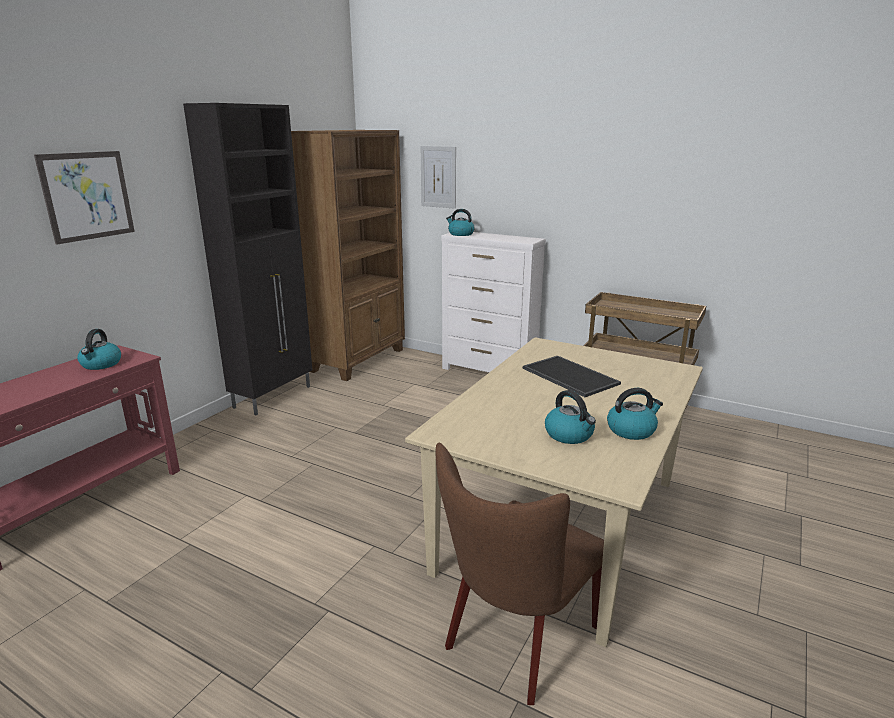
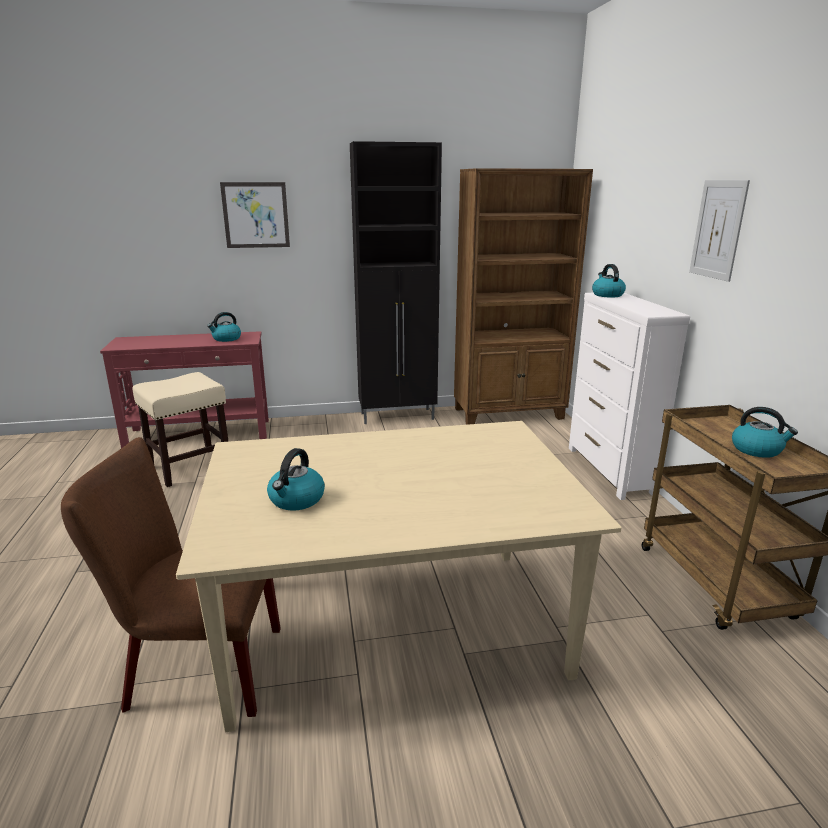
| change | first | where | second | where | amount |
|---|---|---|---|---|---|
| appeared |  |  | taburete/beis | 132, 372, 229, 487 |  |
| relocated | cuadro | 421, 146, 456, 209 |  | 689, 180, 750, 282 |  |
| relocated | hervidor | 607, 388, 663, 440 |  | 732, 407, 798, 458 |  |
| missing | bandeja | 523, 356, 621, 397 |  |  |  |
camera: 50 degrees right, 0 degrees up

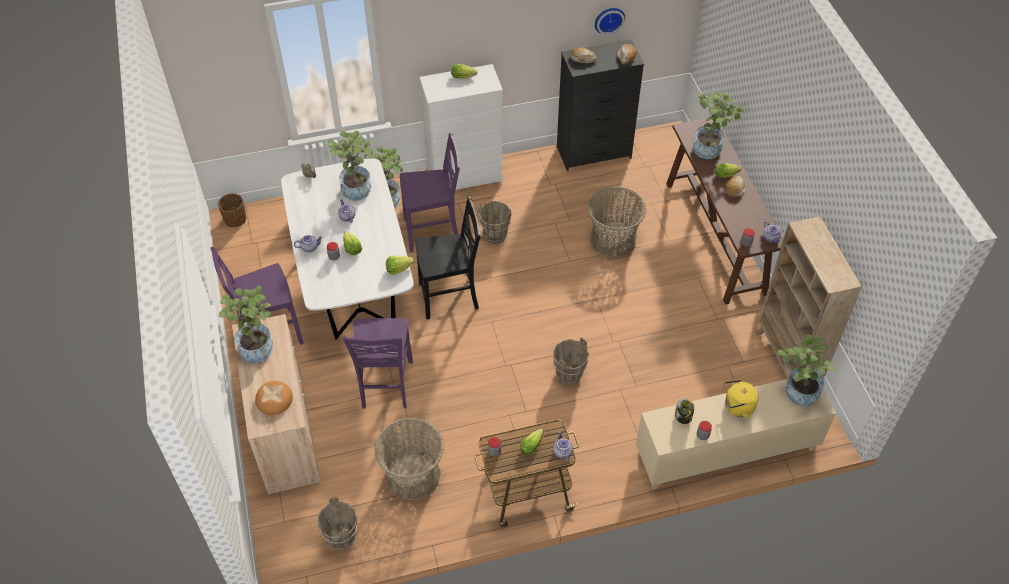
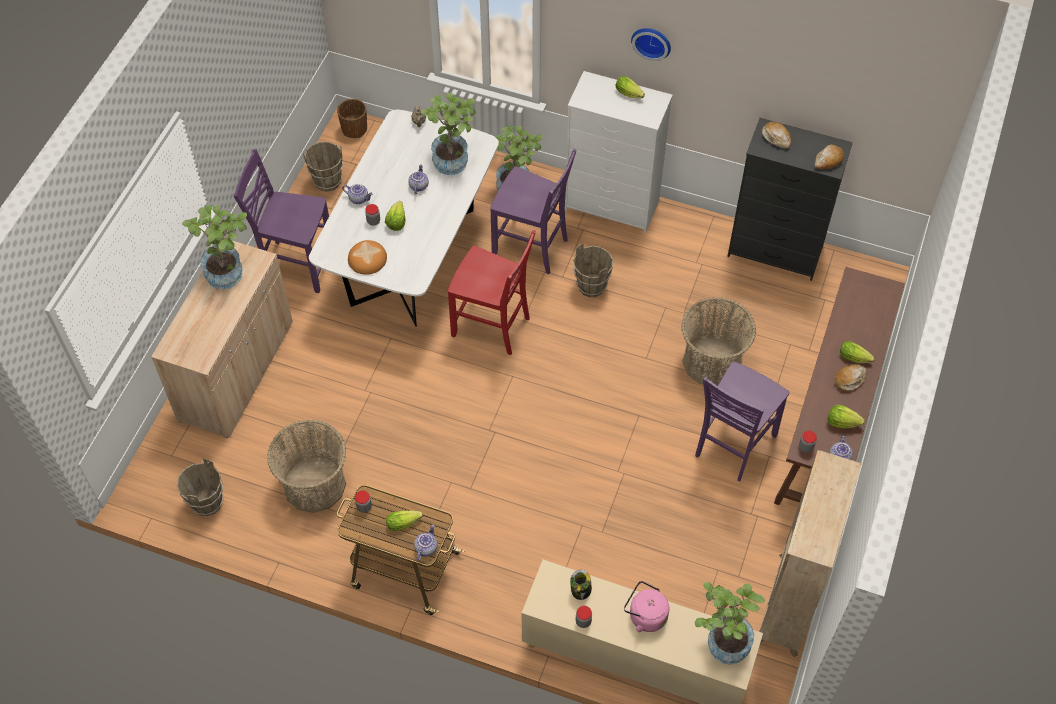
| change | first | where | second | where | amount |
|---|---|---|---|---|---|
| relocated | cubo/marrón | 553, 338, 589, 385 |  | 303, 142, 343, 192 |  |
| relocated | pan | 255, 381, 293, 415 |  | 348, 240, 387, 275 |  |
| colour | silla/negro | 416, 197, 481, 319 | silla/rojo | 448, 230, 536, 355 |  |
| colour | hervidor/amarillo | 724, 380, 758, 418 | hervidor/rosa | 624, 581, 669, 632 |  |
| relocated | reloj de pared | 595, 8, 625, 35 |  | 631, 28, 671, 61 |  |
| relocated | silla/morado | 343, 318, 413, 409 |  | 695, 361, 790, 481 |  |
| relocated | lechuga | 386, 256, 414, 275 |  | 828, 404, 865, 428 |  |
| missing | planta en maceta | 693, 92, 745, 159 |  |  |  |
camera: 35 degrees right, 5 degrees up

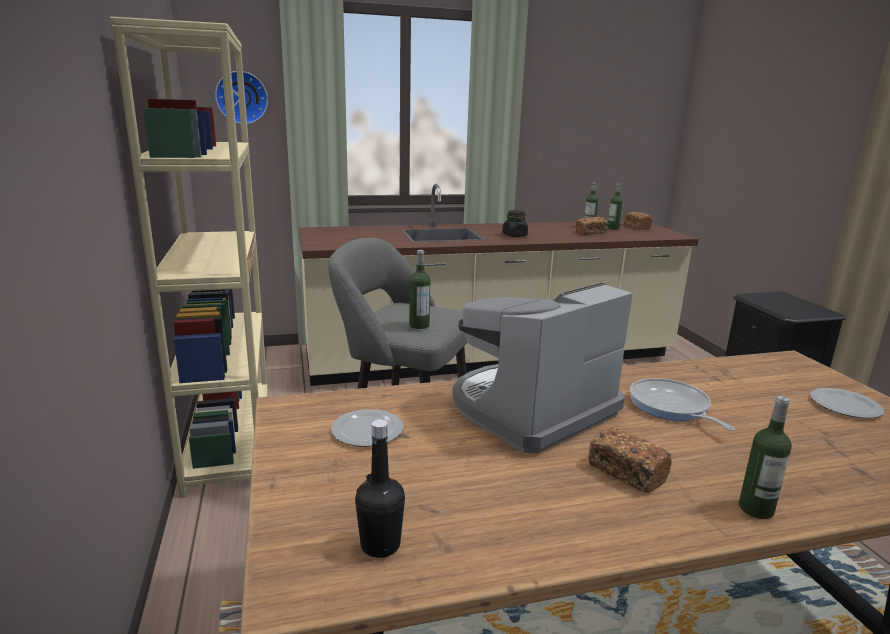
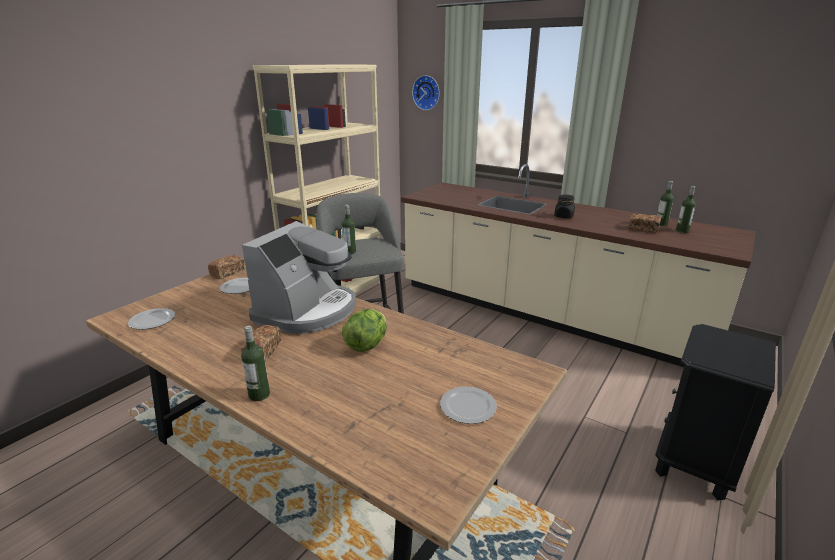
| change | first | where | second | where | amount |
|---|---|---|---|---|---|
| exchanged | botella/negro | 355, 419, 405, 558 | plato | 128, 308, 175, 330 |  |
| relocated | pan | 624, 212, 652, 229 |  | 208, 255, 245, 279 |  |
| spun | cafetera | 452, 282, 633, 454 |  | 242, 221, 356, 334 | 105 degrees clockwise |
| exchanged | sartén | 630, 378, 735, 431 | lechuga | 342, 309, 387, 352 |  |
camera: 50 degrees right, 5 degrees up

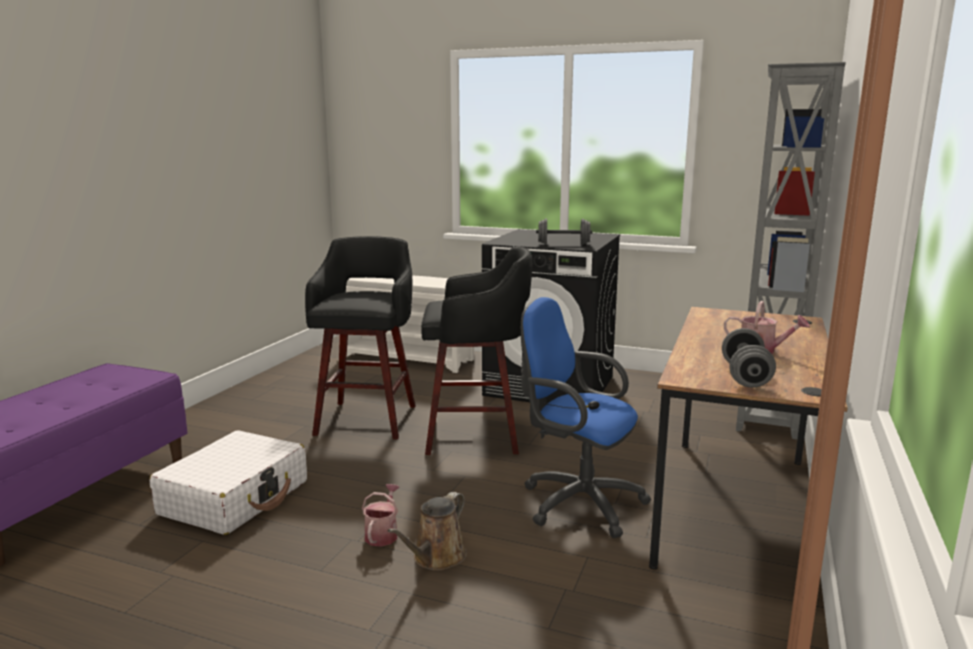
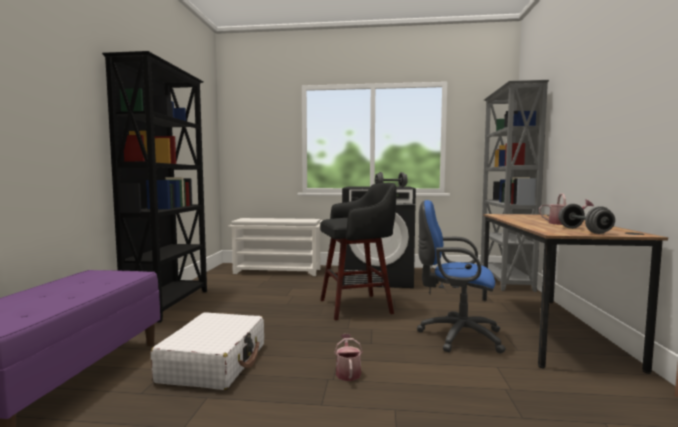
| change | first | where | second | where | amount |
|---|---|---|---|---|---|
| appeared |  |  | estantería/negro | 102, 51, 207, 323 |  |
| missing | taburete/negro | 305, 236, 416, 439 |  |  |  |
| missing | regadera/marrón | 388, 492, 467, 571 |  |  |  |
camera: 15 degrees left, 10 degrees down

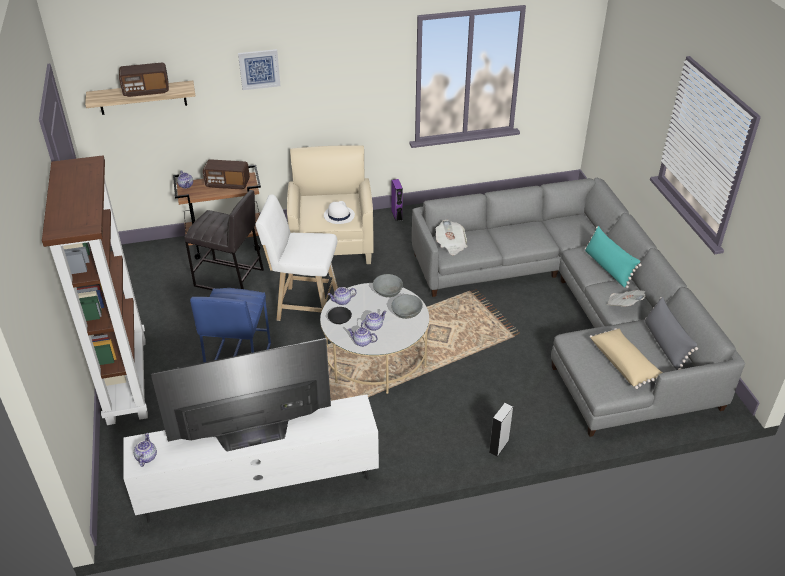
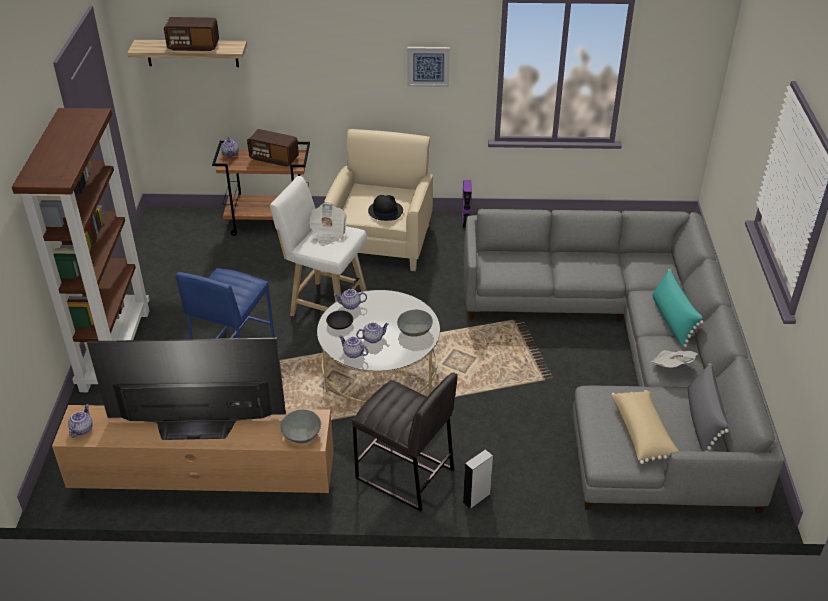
| change | first | where | second | where | amount |
|---|---|---|---|---|---|
| colour | mueble de televisión/blanco | 124, 394, 379, 523 | mueble de televisión/marrón | 52, 405, 334, 504 |  |
| relocated | cuenco/gris | 373, 274, 403, 297 |  | 280, 410, 321, 443 |  |
| relocated | periódico | 436, 220, 468, 256 |  | 309, 203, 347, 246 |  |
| relocated | taburete/gris | 184, 190, 264, 290 |  | 352, 372, 458, 511 |  |
| colour | sombrero/blanco | 324, 201, 355, 224 | sombrero/negro | 368, 195, 403, 221 |  |
| relocated | cuadro | 238, 49, 280, 90 |  | 407, 47, 450, 87 |  |
camera: 15 degrees right, 0 degrees up

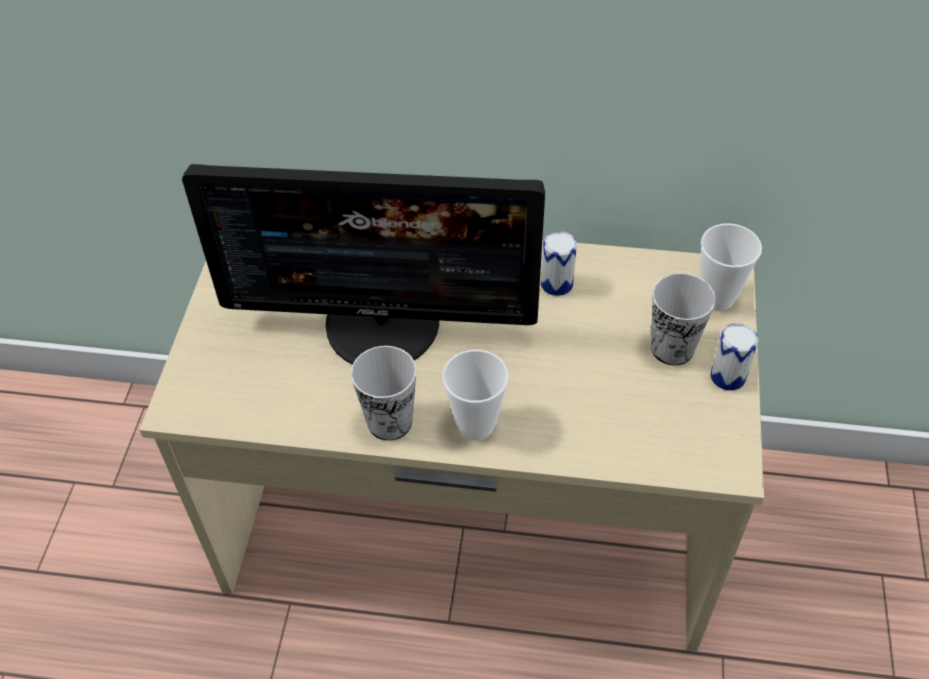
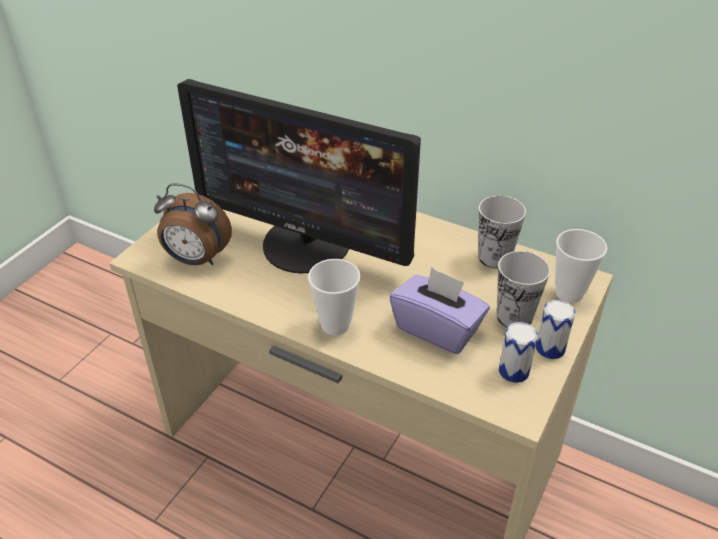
| change | first | where | second | where | amount |
|---|---|---|---|---|---|
| appeared |  |  | despertador | 154, 183, 232, 265 |  |
| appeared |  |  | caja de pañuelos/morado | 390, 267, 490, 354 |  |
| relocated | taza | 351, 346, 416, 441 |  | 478, 196, 526, 269 |  |
| relocated | lata | 541, 231, 577, 296 |  | 499, 322, 538, 383 |  |
camera: 20 degrees right, 10 degrees down

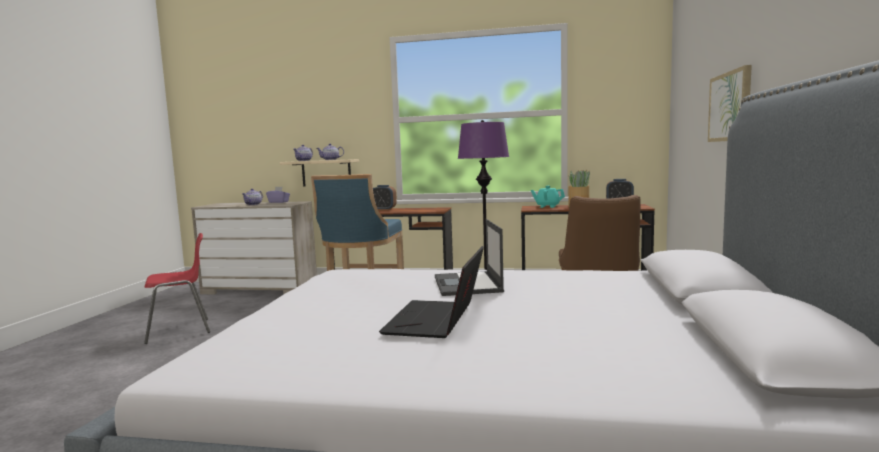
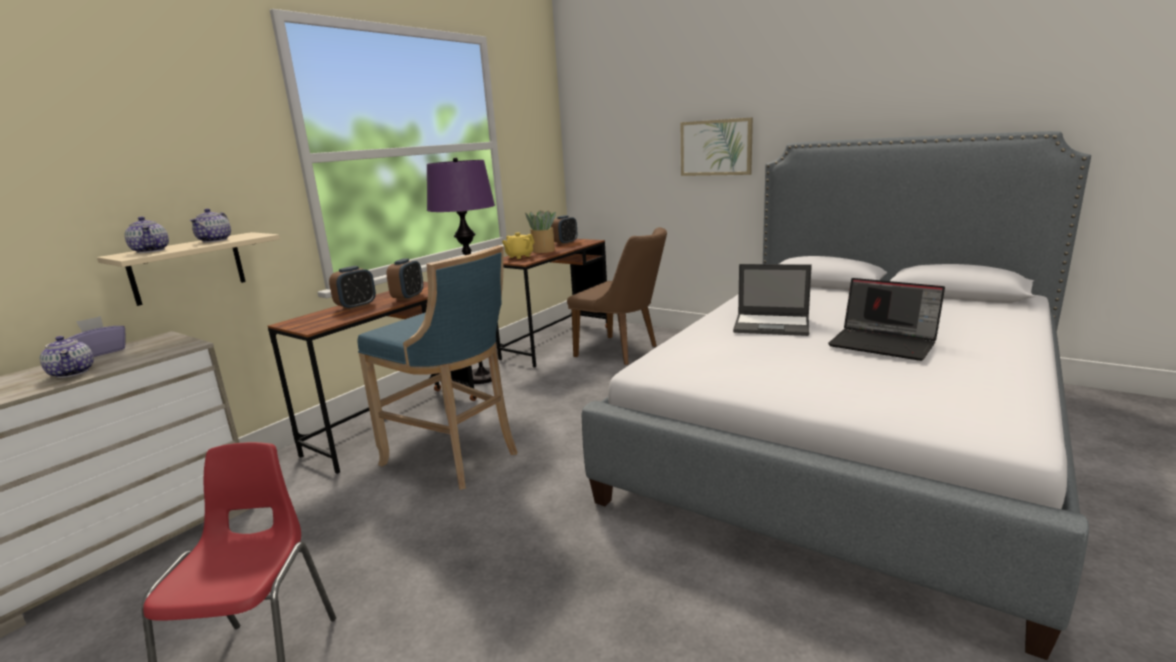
| change | first | where | second | where | amount |
|---|---|---|---|---|---|
| appeared |  |  | despertador | 387, 258, 423, 300 |  |
| colour | tetera/turquesa | 531, 186, 565, 208 | tetera/amarillo | 502, 233, 535, 259 |  |
camera: 65 degrees left, 10 degrees up

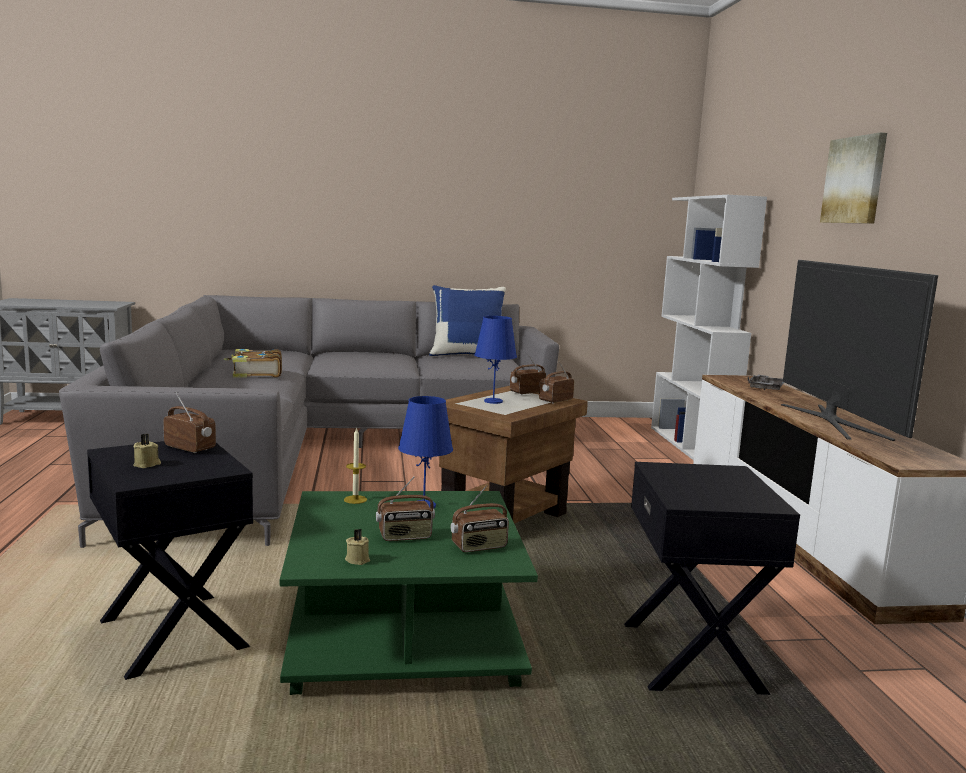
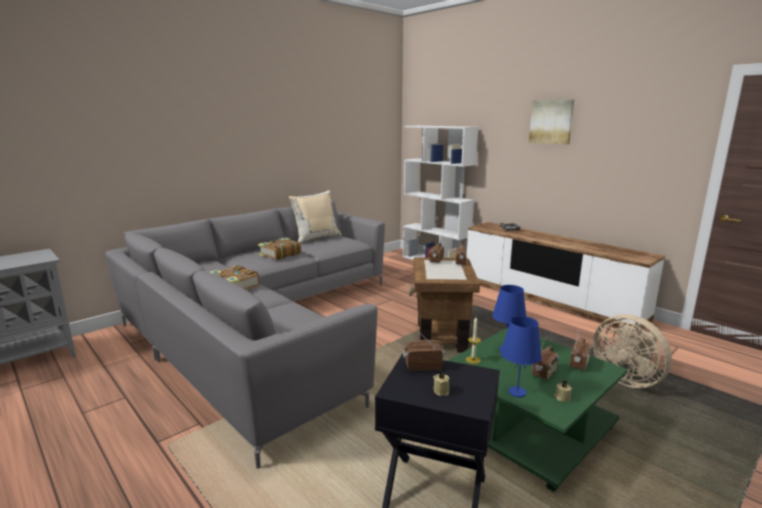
| change | first | where | second | where | amount |
|---|---|---|---|---|---|
| appeared |  |  | libro | 258, 238, 301, 260 |  |
| colour | cojín/azul | 429, 285, 506, 356 | cojín/beis | 288, 191, 342, 243 |  |
| relocated | lámpara de mesa/azul | 474, 316, 517, 404 |  | 501, 316, 542, 397 |  |
| exchanged | mesa auxiliar/negro | 624, 462, 800, 695 | ventilador/beis | 593, 314, 672, 388 |  |
| missing | televisor | 781, 260, 938, 441 |  |  |  |
camera: 35 degrees left, 5 degrees up

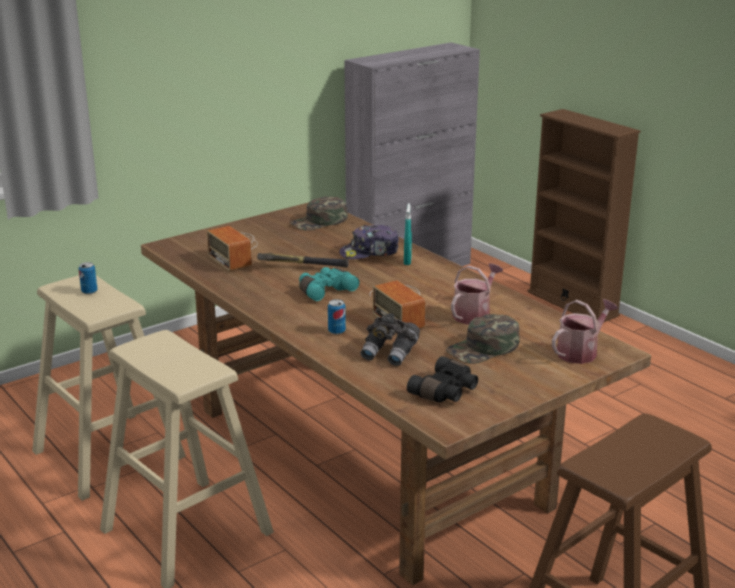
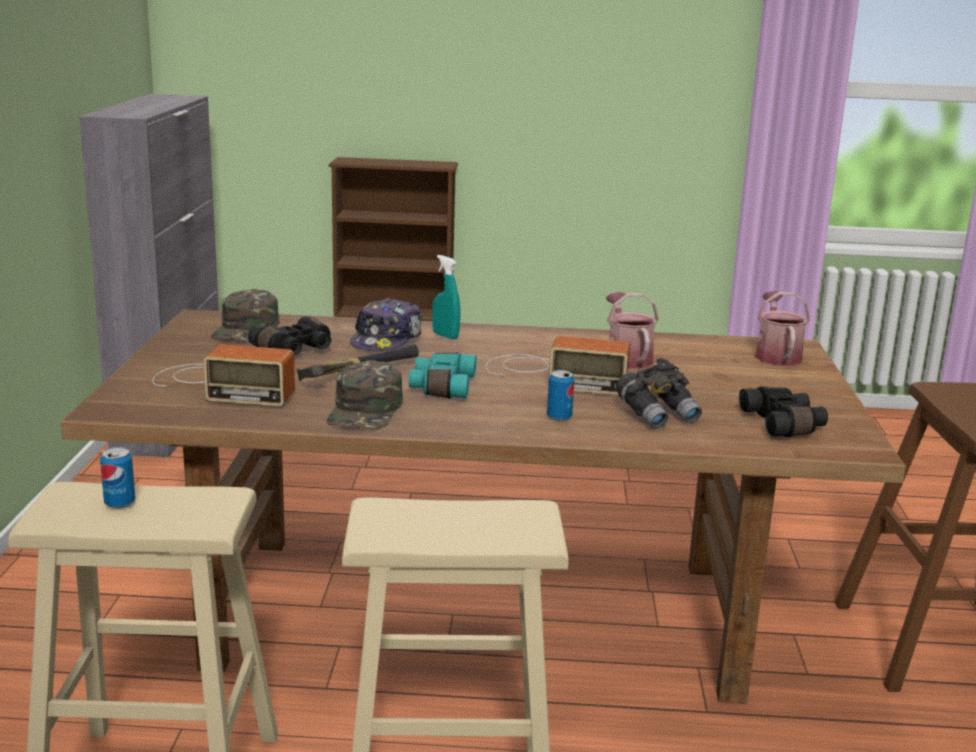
| change | first | where | second | where | amount |
|---|---|---|---|---|---|
| appeared |  |  | prismáticos/negro | 248, 316, 331, 355 |  |
| relocated | gorra/verde | 446, 314, 520, 364 |  | 327, 360, 403, 429 |  |
camera: 50 degrees left, 5 degrees down

